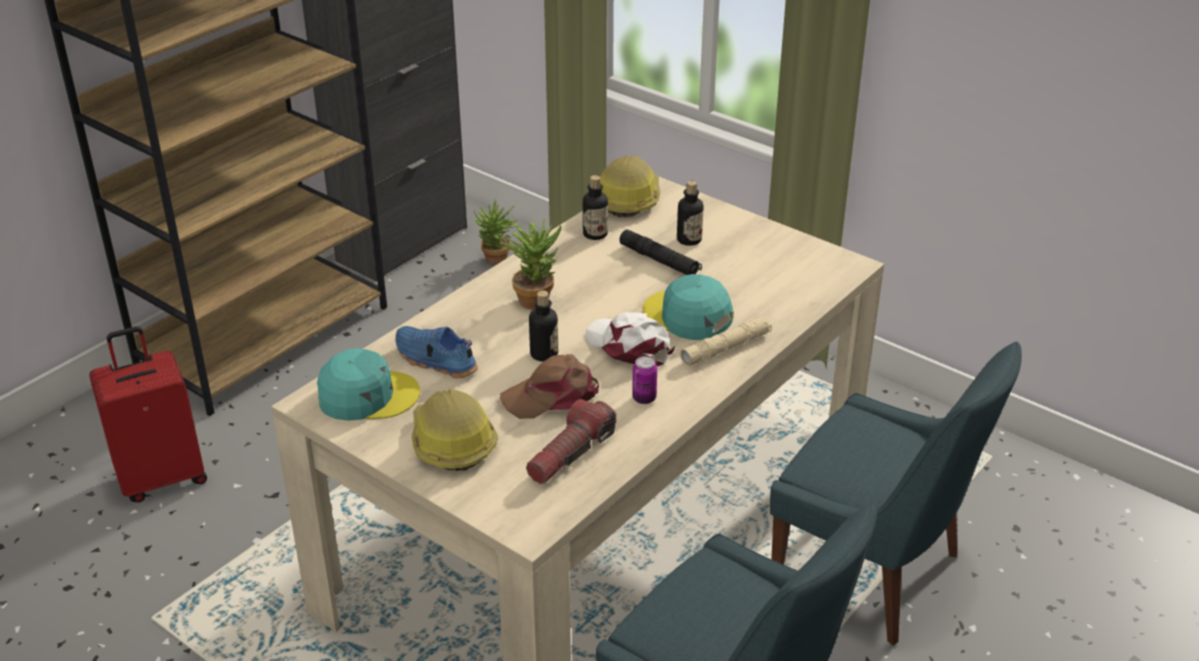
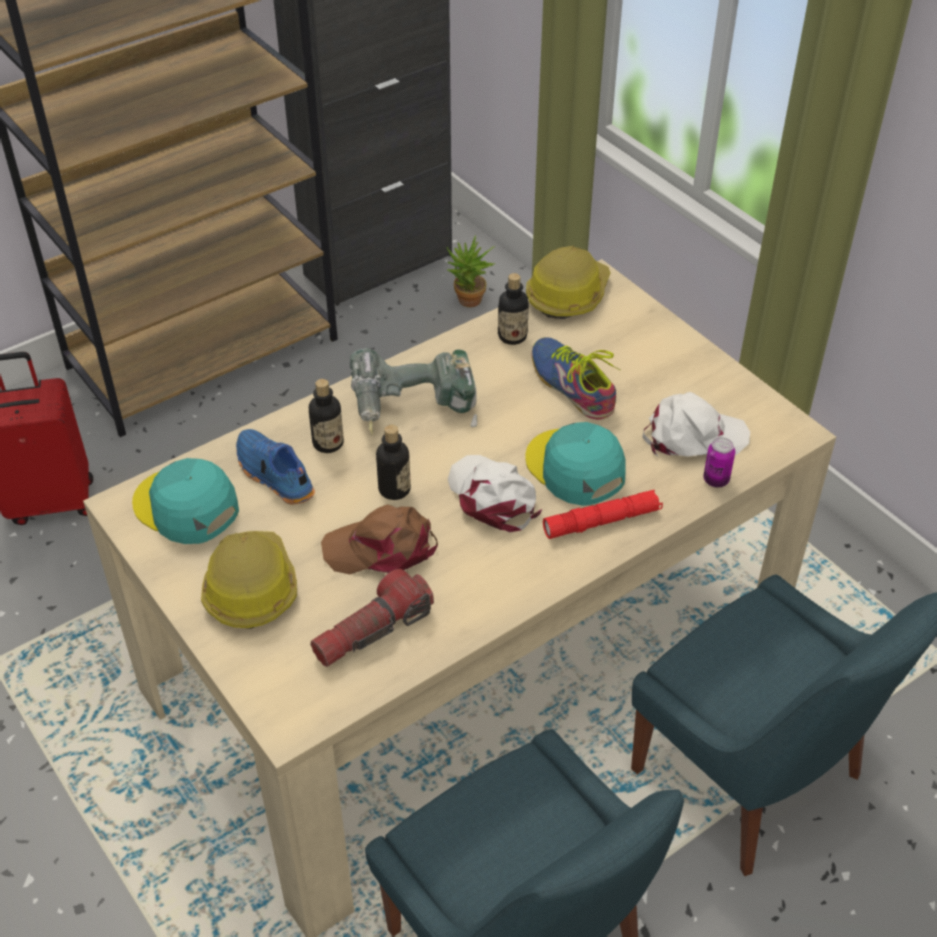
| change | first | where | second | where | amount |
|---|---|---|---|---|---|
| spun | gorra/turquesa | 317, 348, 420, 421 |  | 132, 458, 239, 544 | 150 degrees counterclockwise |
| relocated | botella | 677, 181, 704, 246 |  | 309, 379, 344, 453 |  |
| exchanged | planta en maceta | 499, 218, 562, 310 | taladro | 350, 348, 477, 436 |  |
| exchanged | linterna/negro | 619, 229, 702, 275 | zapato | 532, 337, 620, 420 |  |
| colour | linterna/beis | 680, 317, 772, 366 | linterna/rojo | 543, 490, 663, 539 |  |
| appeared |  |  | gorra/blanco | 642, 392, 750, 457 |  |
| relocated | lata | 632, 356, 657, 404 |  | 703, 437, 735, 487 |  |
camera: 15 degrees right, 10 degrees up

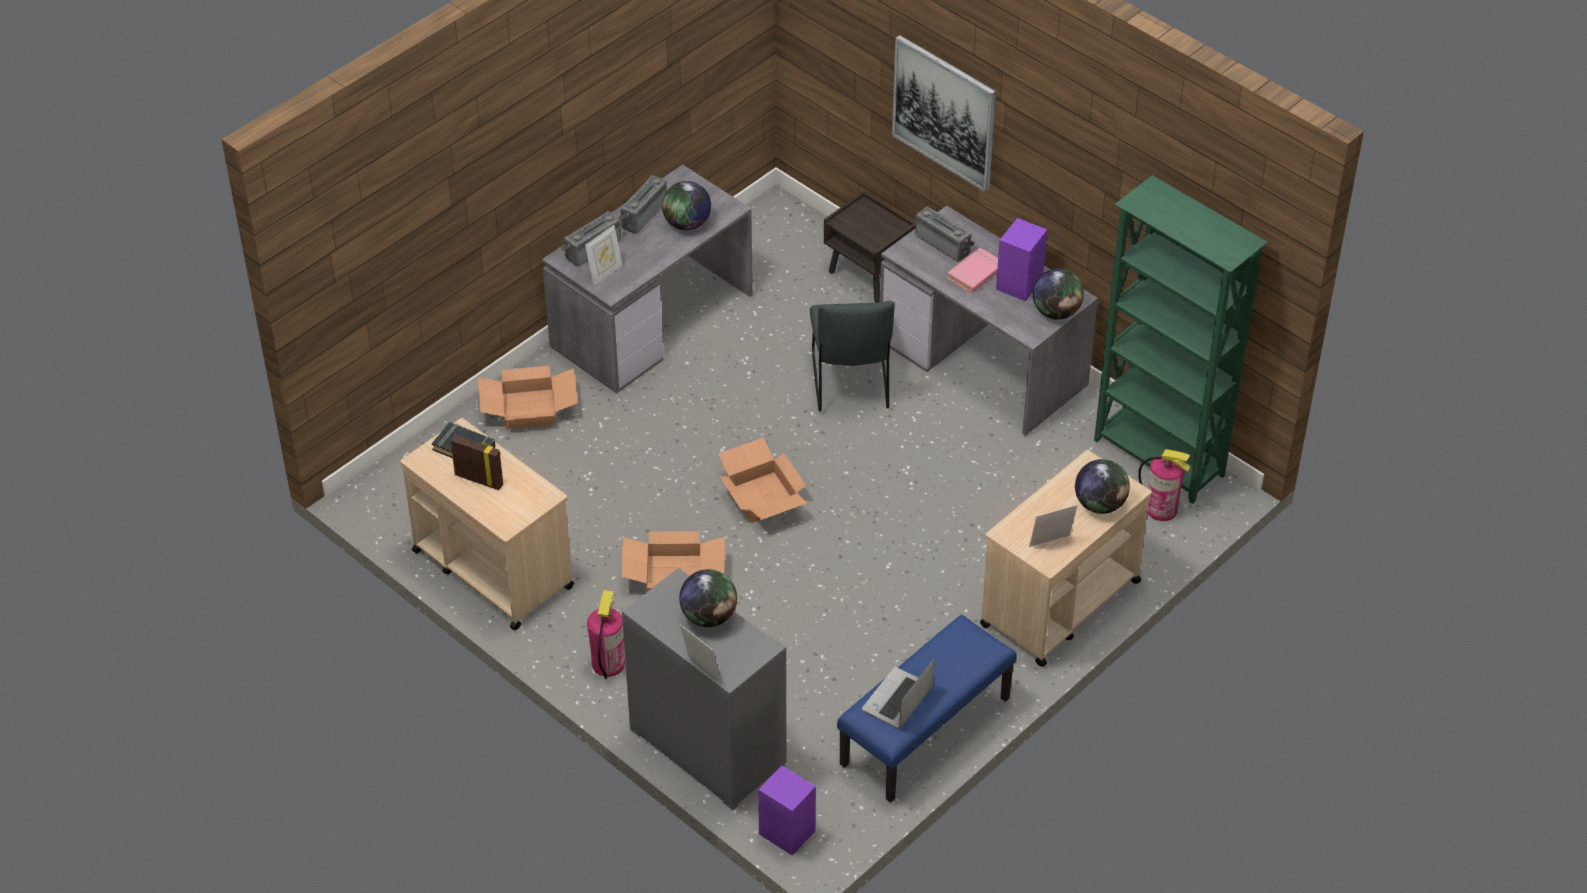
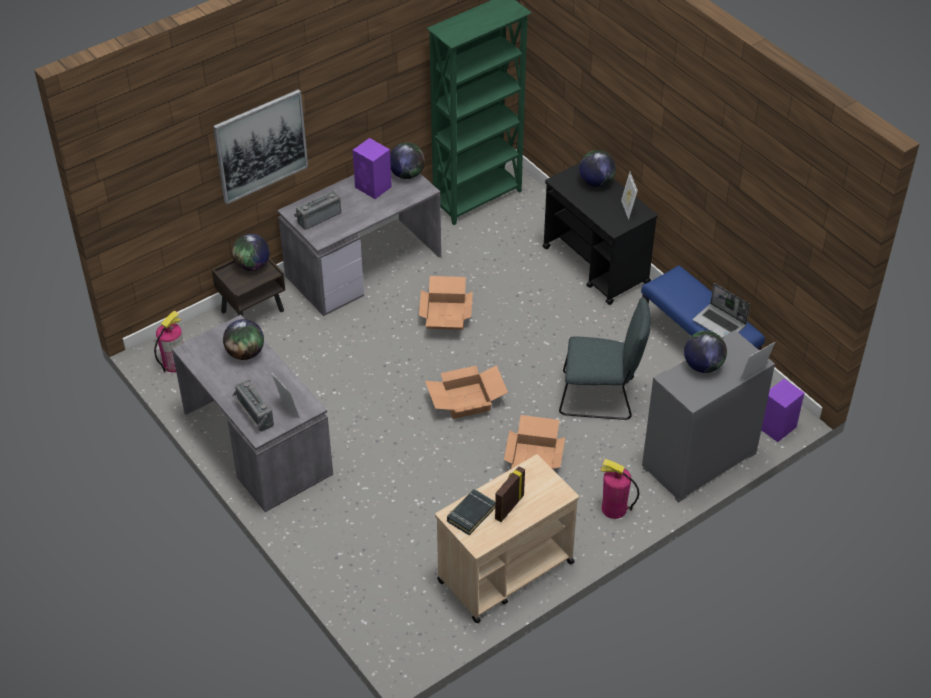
| change | first | where | second | where | amount |
|---|---|---|---|---|---|
| relocated | extintor | 1138, 449, 1191, 521 |  | 154, 311, 183, 372 |  |
| appeared |  |  | globo terráqueo | 232, 234, 269, 271 |  |
| relocated | caja de cartón | 478, 366, 578, 429 |  | 419, 276, 473, 330 |  |
| colour | carrito/beis | 980, 450, 1152, 667 | carrito/negro | 543, 163, 658, 305 |  |
| relocated | silla/gris | 810, 301, 895, 412 |  | 559, 297, 651, 420 |  |
| missing | radio | 618, 175, 667, 234 |  |  |  |
| missing | libro/rosa | 947, 248, 998, 294 |  |  |  |
camera: 80 degrees left, 0 degrees up

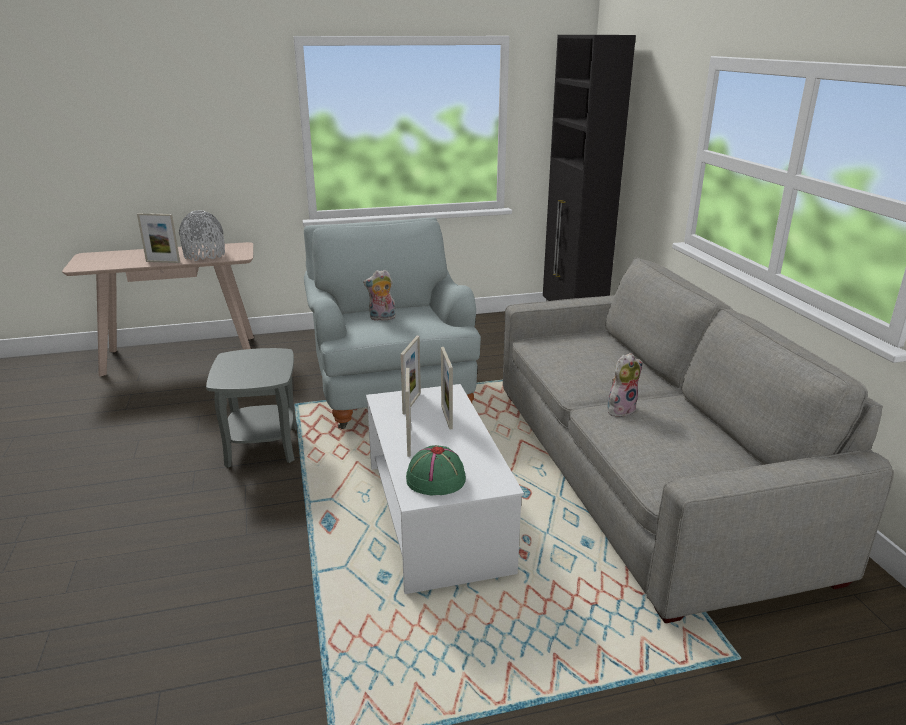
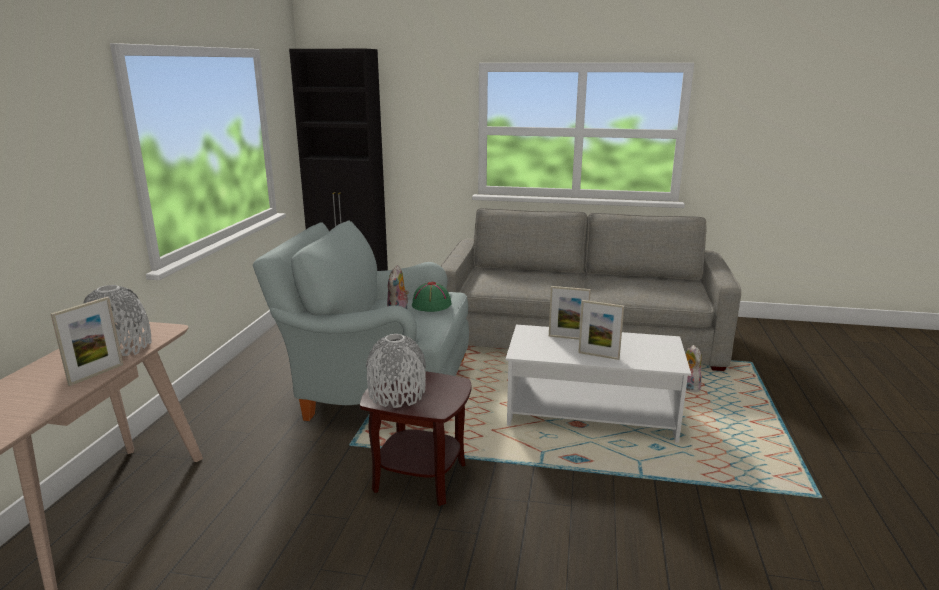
| change | first | where | second | where | amount |
|---|---|---|---|---|---|
| colour | mesa auxiliar/gris | 206, 348, 298, 468 | mesa auxiliar/marrón | 360, 371, 471, 506 |  |
| appeared |  |  | florero/gris | 366, 334, 426, 408 |  |
| relocated | sombrero/verde | 406, 445, 466, 495 |  | 412, 282, 452, 312 |  |
| relocated | peluche | 607, 353, 643, 417 |  | 685, 345, 702, 393 |  |
| missing | portarretratos | 400, 336, 421, 415 |  |  |  |
camera: 65 degrees left, 5 degrees down

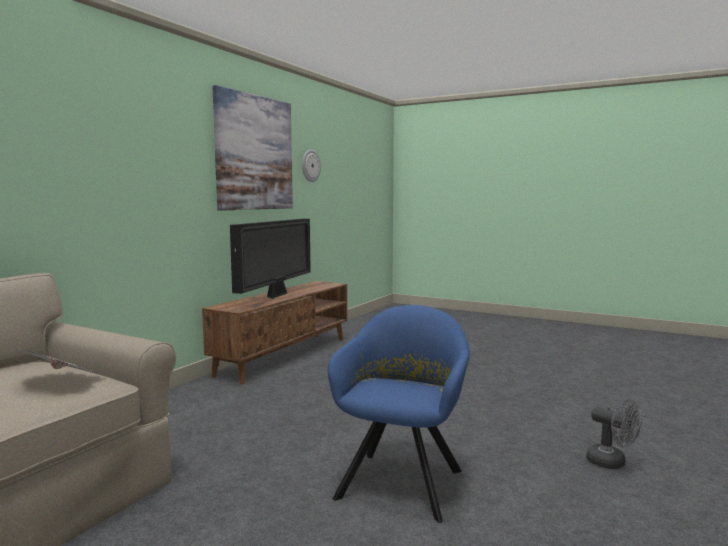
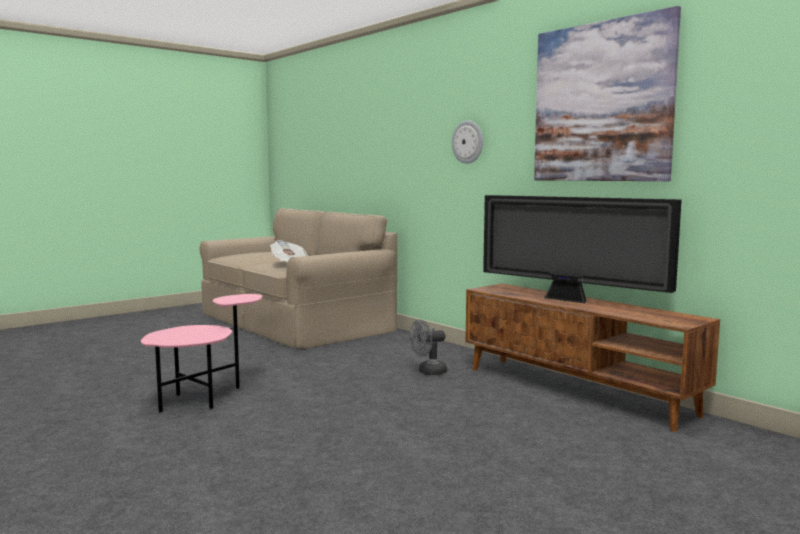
| change | first | where | second | where | amount |
|---|---|---|---|---|---|
| exchanged | sillón/azul | 328, 305, 470, 523 | mesa auxiliar/rosa | 141, 294, 262, 412 |  |
| relocated | ventilador/gris | 586, 399, 642, 469 |  | 410, 319, 447, 375 |  |
| relocated | reloj de pared | 302, 149, 321, 182 |  | 452, 120, 483, 164 |  |
camera: 110 degrees right, 0 degrees up

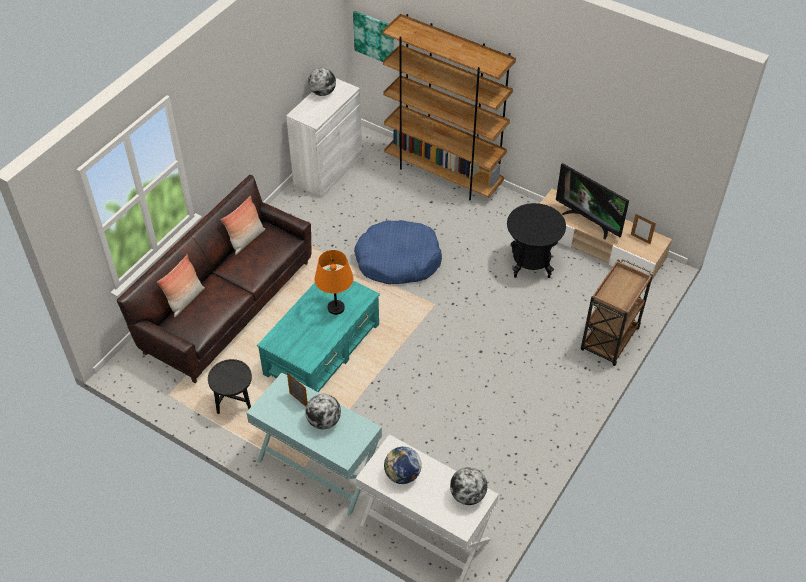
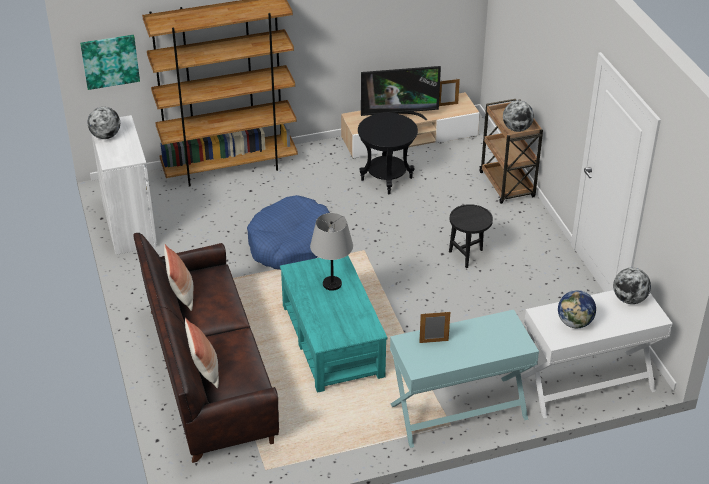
| change | first | where | second | where | amount |
|---|---|---|---|---|---|
| colour | lámpara de mesa/naranja | 314, 250, 354, 315 | lámpara de mesa/gris | 310, 213, 353, 291 |  |
| relocated | mesa auxiliar/negro | 208, 359, 252, 414 |  | 449, 204, 493, 268 |  |
| relocated | globo terráqueo | 305, 394, 341, 429 |  | 503, 100, 534, 132 |  |
camera: 50 degrees left, 10 degrees down

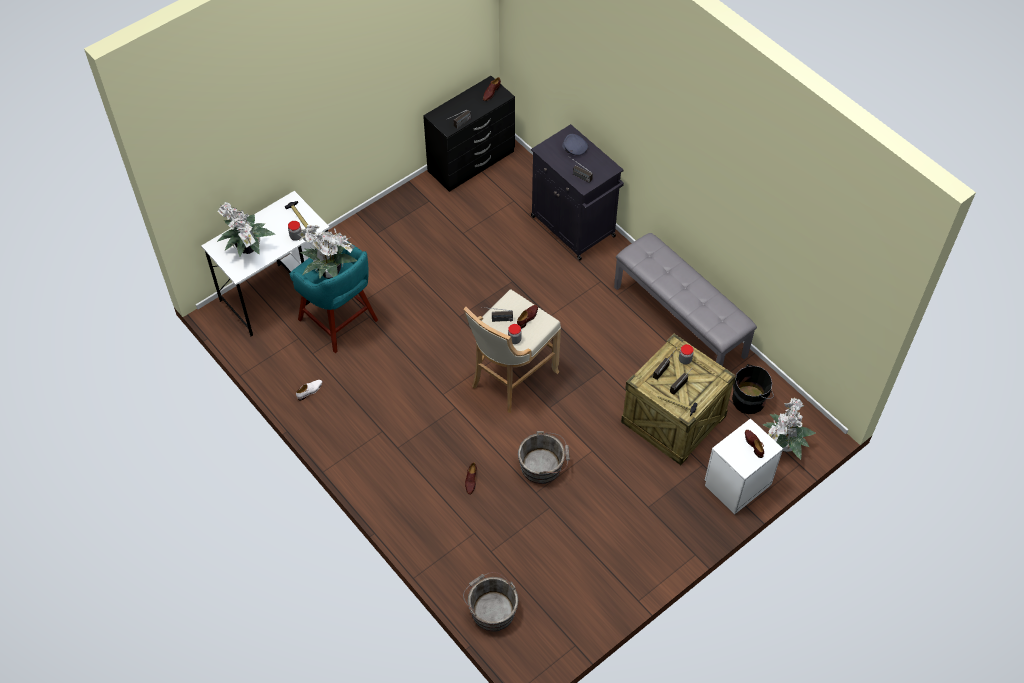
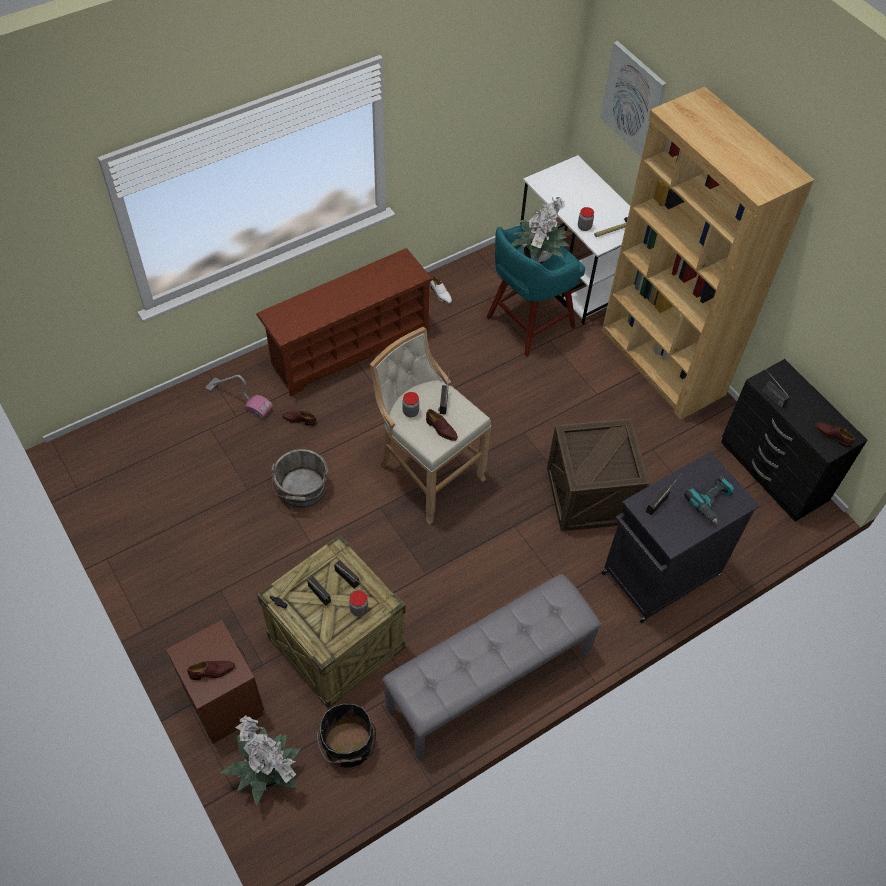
| change | first | where | second | where | amount |
|---|---|---|---|---|---|
| colour | mesita de noche/blanco | 705, 418, 783, 515 | mesita de noche/marrón | 166, 620, 264, 744 |  |
| appeared |  |  | aspiradora | 206, 375, 273, 419 |  |
| appeared |  |  | zapatero/marrón | 256, 248, 433, 397 |  |
| appeared |  |  | caja de embalaje | 547, 419, 649, 531 |  |
| appeared |  |  | cuadro | 600, 41, 666, 157 |  |
| appeared |  |  | estantería/marrón | 602, 87, 814, 420 |  |
| exchanged | gorra/gris | 562, 134, 588, 156 | taladro | 684, 476, 734, 524 |  |
| missing | planta en maceta | 217, 202, 275, 257 |  |  |  |
| missing | cubo/gris | 463, 572, 519, 632 |  |  |  |
camera: 95 degrees right, 0 degrees up

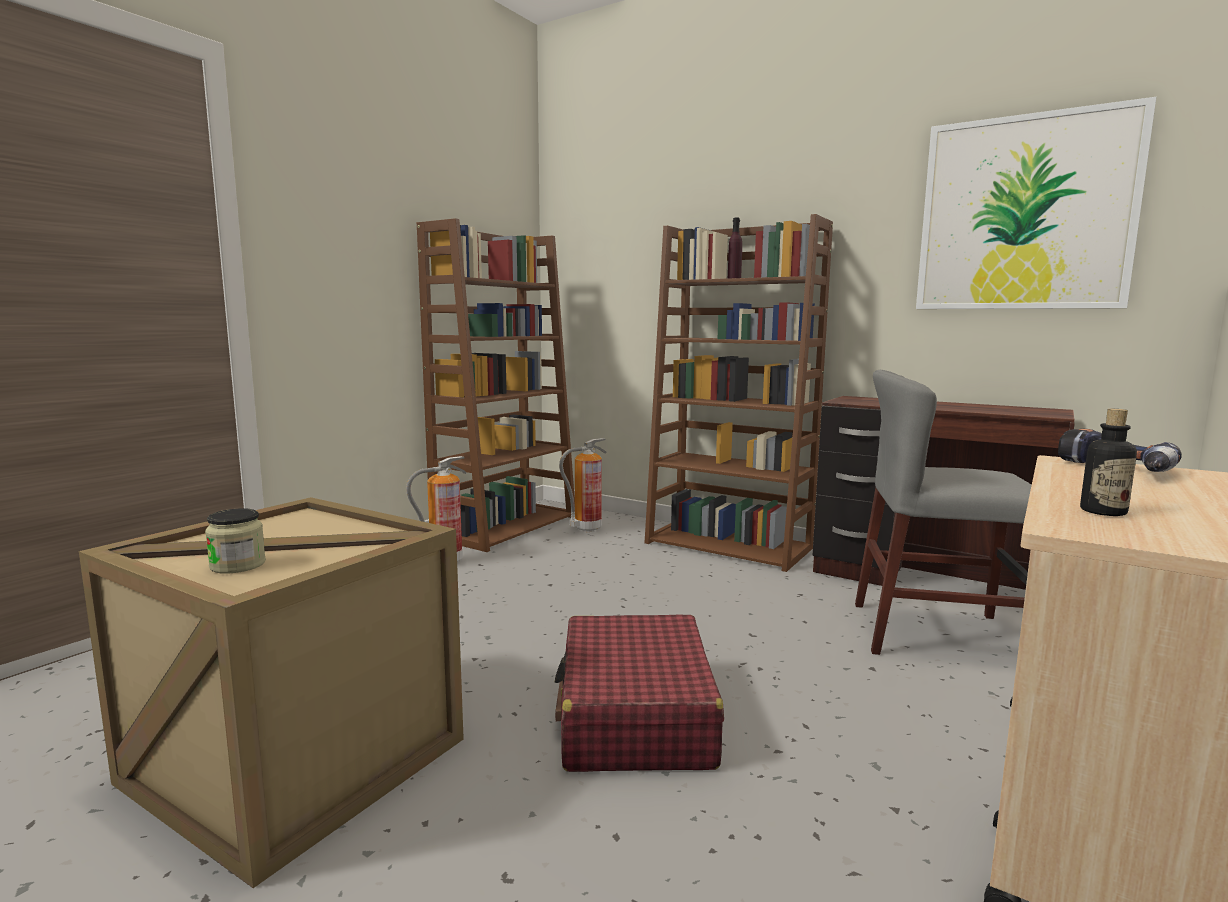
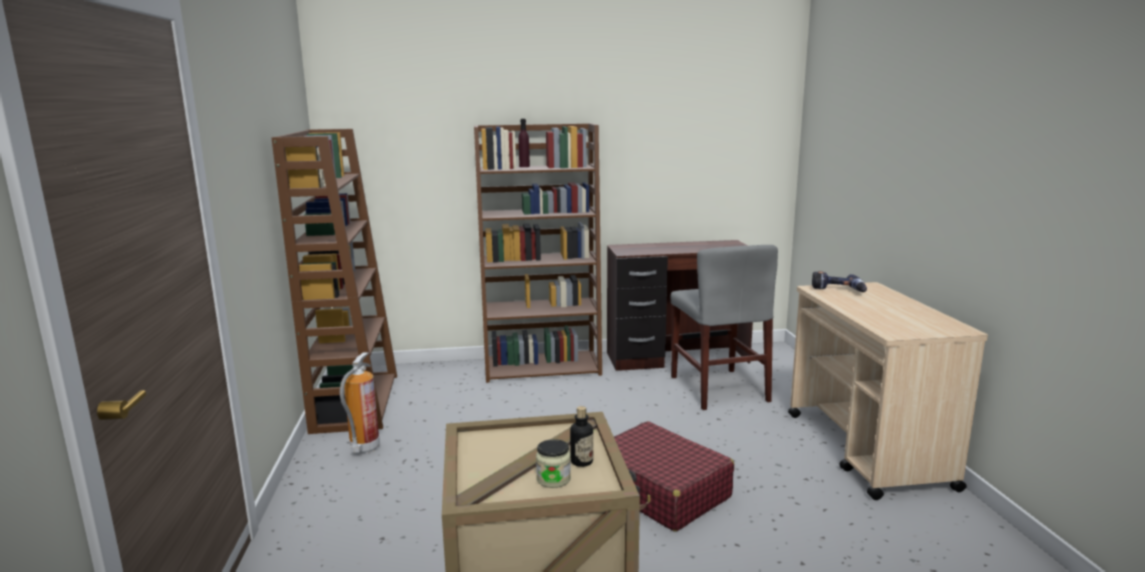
| change | first | where | second | where | amount |
|---|---|---|---|---|---|
| relocated | botella | 1080, 409, 1137, 516 |  | 570, 406, 593, 467 |  |
| spun | silla/gris | 855, 370, 1032, 655 |  | 671, 245, 778, 410 | 75 degrees counterclockwise |
| missing | extintor | 559, 438, 606, 532 |  |  |  |
| missing | cuadro | 916, 97, 1156, 309 |  |  |  |
camera: 40 degrees left, 5 degrees up

